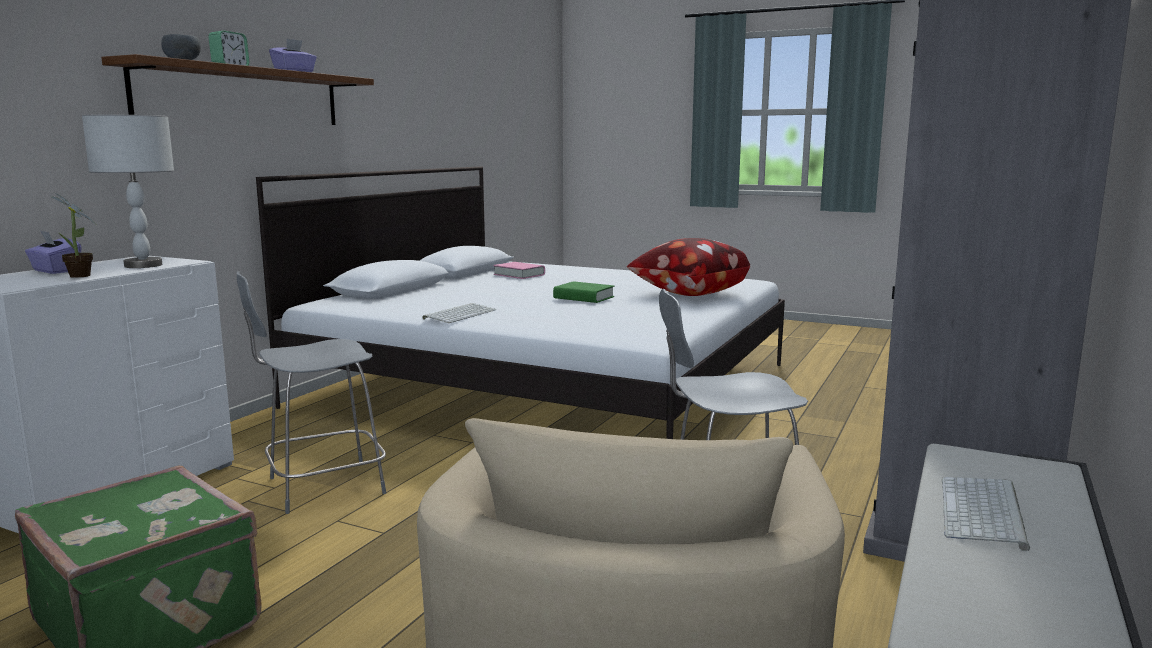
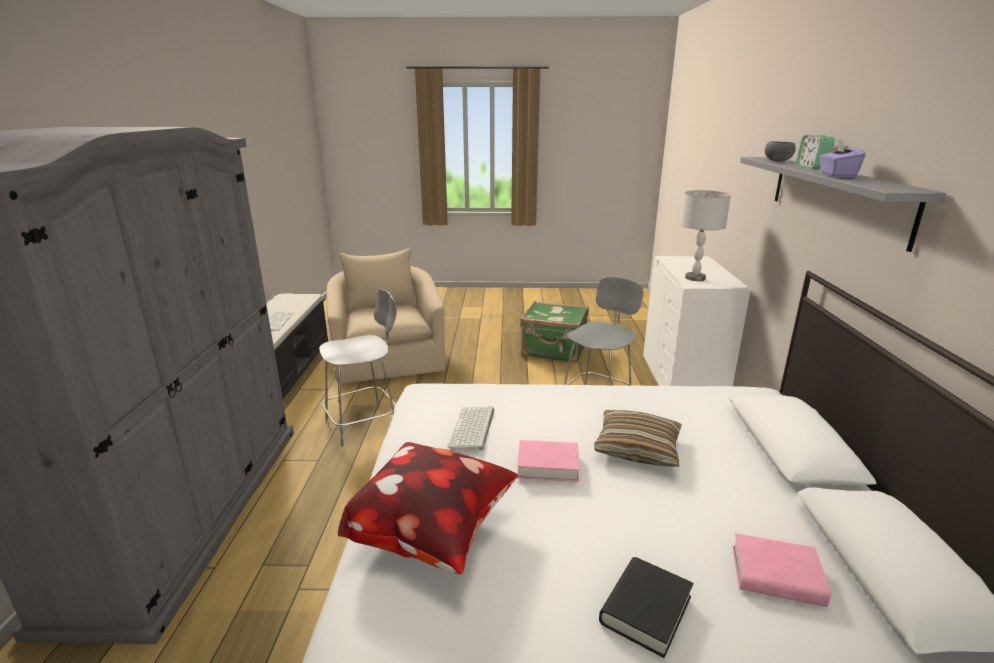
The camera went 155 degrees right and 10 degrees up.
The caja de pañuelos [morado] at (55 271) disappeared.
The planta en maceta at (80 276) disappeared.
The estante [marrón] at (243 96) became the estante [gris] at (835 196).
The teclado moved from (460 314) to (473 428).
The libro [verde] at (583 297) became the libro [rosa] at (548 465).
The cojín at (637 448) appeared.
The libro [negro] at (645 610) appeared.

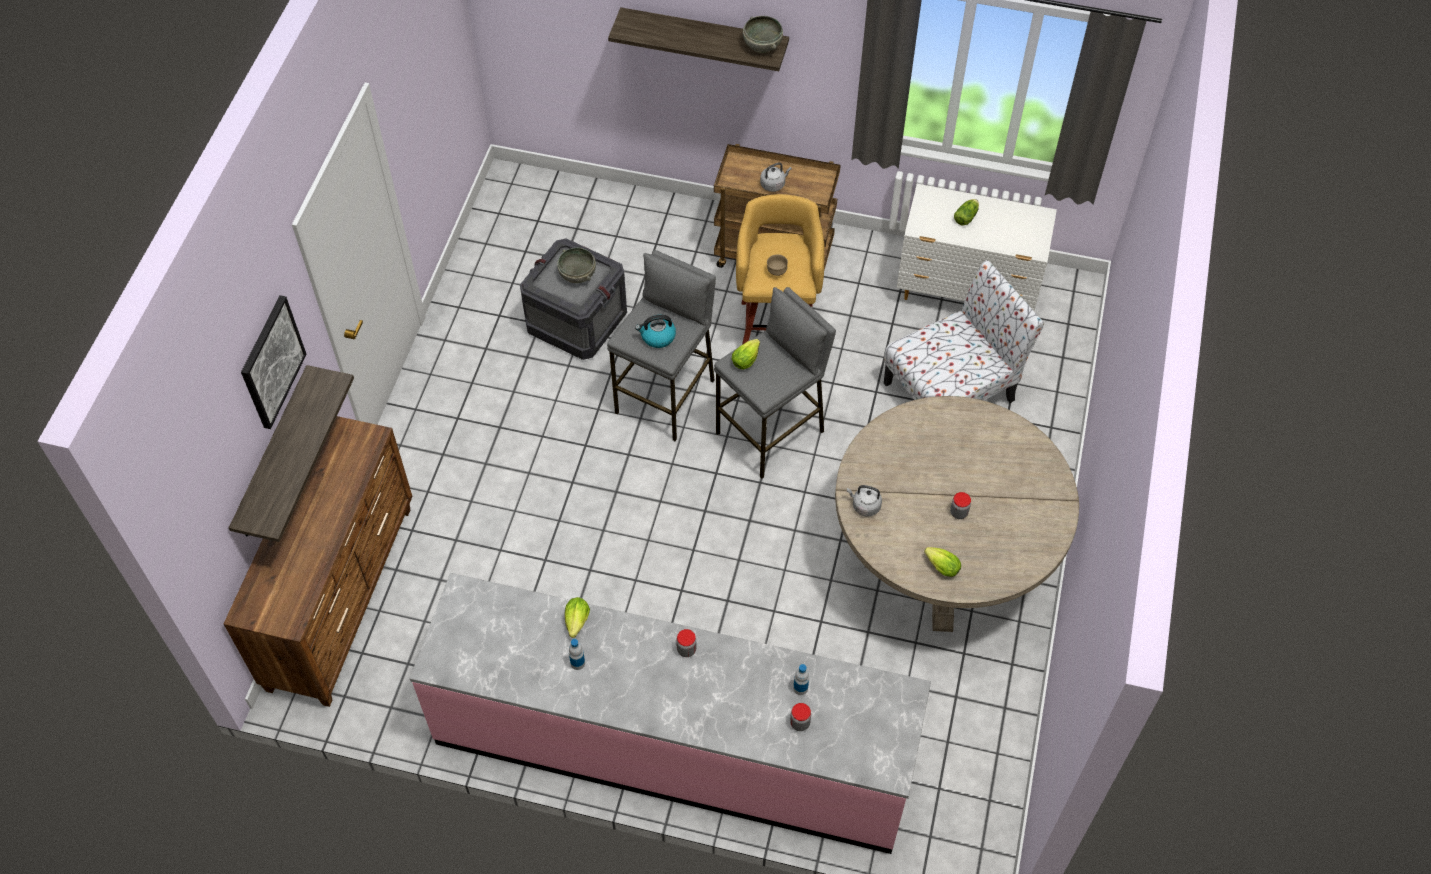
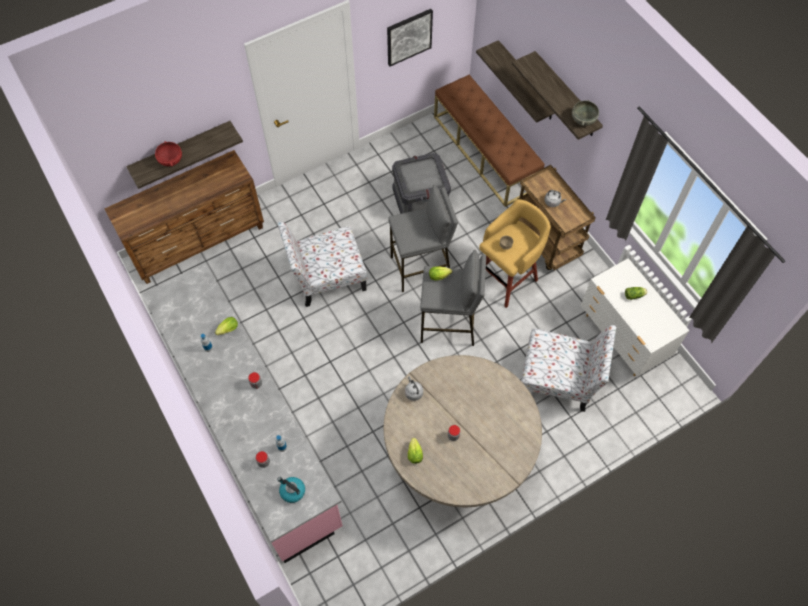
The camera went 45 degrees right and 5 degrees up.
The cuadro moved from (271 362) to (409 36).
The cuenco [gris] at (578 274) disappeared.
The hervidor moved from (657 337) to (292 491).
The cuenco [rojo] at (170 160) appeared.
The silla at (326 277) appeared.
The banco [marrón] at (485 152) appeared.
The estante at (527 82) appeared.

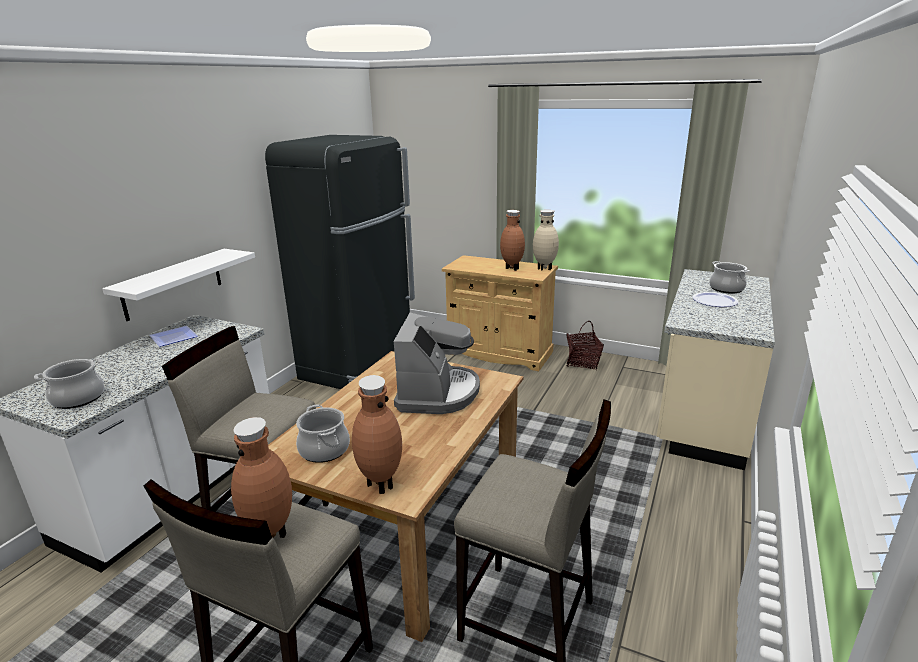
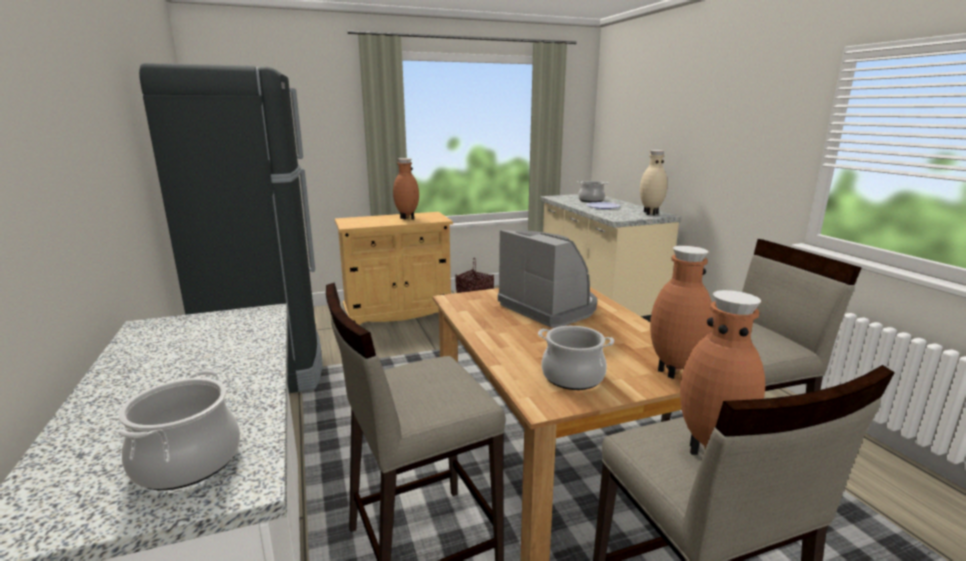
The camera went 45 degrees left and 5 degrees down.
The estante [blanco] at (173 283) disappeared.
The plato at (175 338) disappeared.
The florero [beis] moved from (544 268) to (650 213).

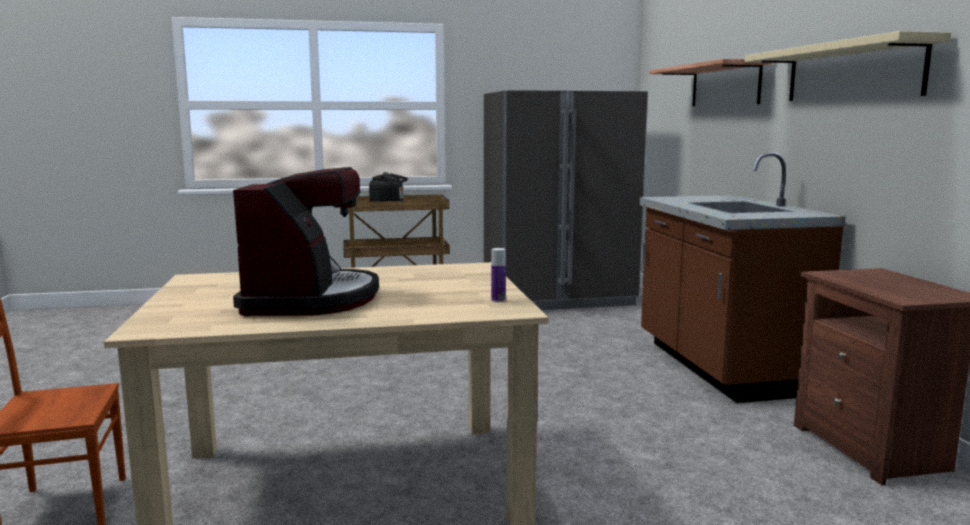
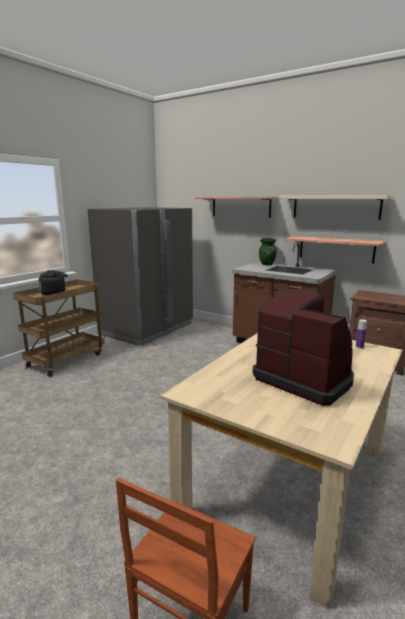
The camera went 45 degrees left and 5 degrees up.
The florero [verde] at (267 264) appeared.
The estante at (336 249) appeared.

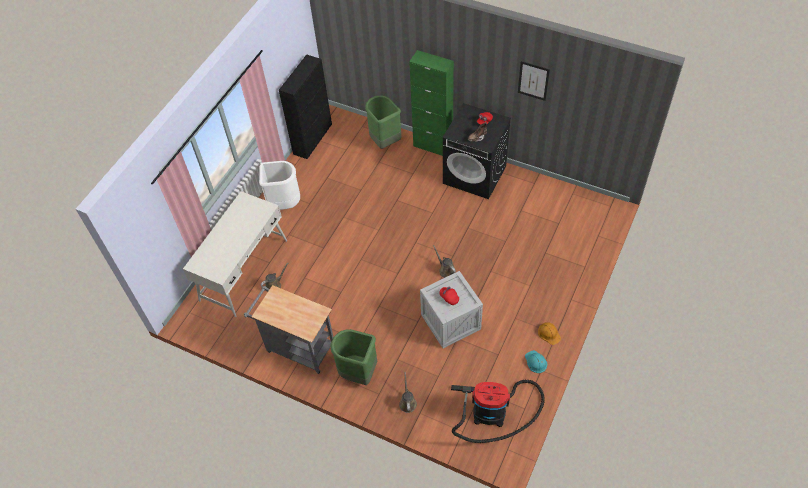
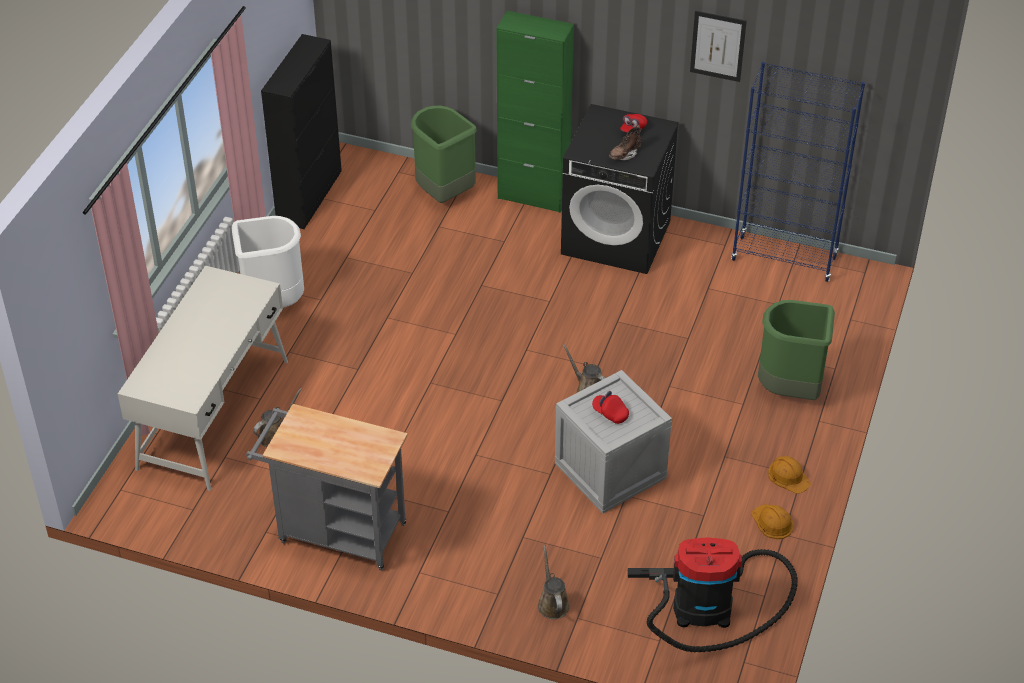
The camera went 10 degrees left and 10 degrees down.
The papelera [verde] moved from (358 373) to (790 390).
The casco [turquesa] at (536 362) became the casco [naranja] at (772 522).
The estantería [azul] at (784 259) appeared.

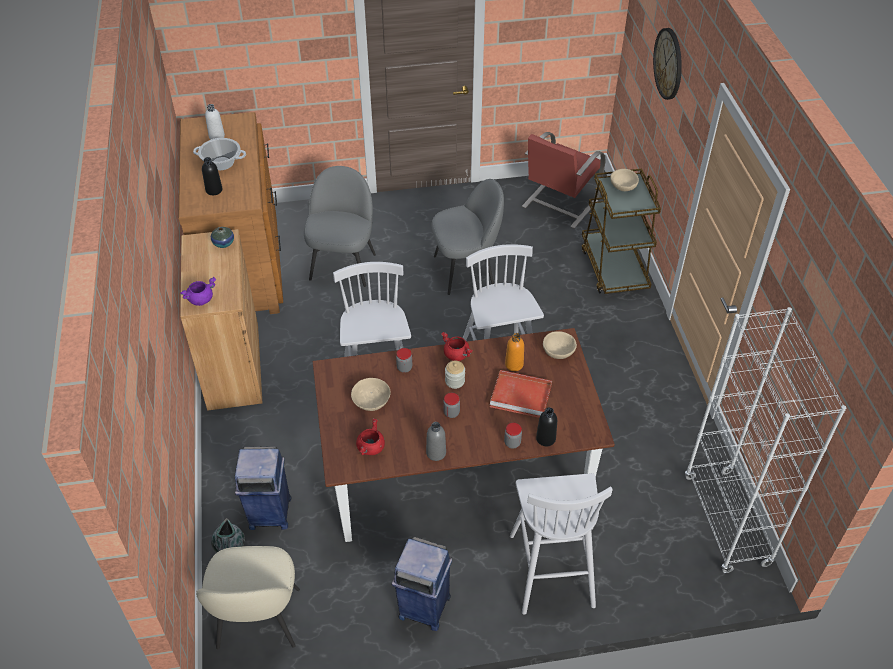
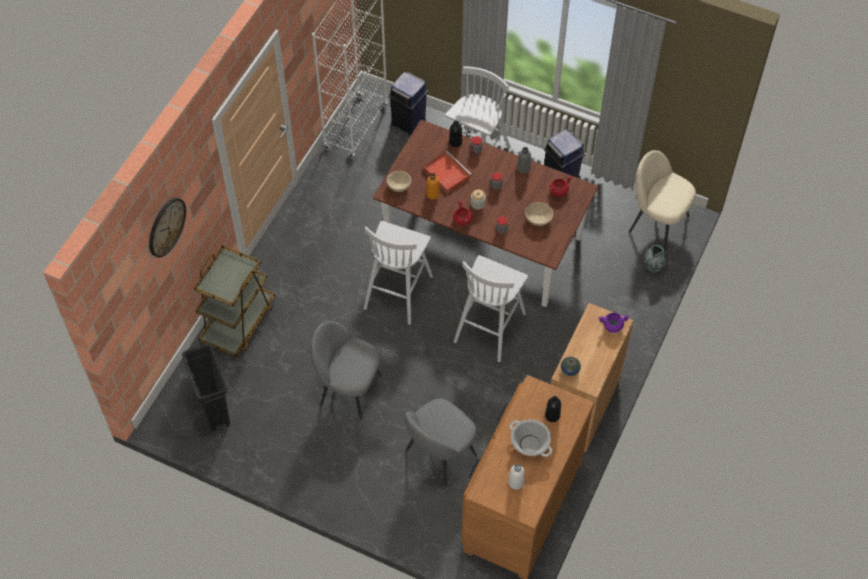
The camera went 145 degrees left and 10 degrees up.
The silla [beis] at (258 621) turned 90 degrees counterclockwise.
The papelera [azul] moved from (269 513) to (409 122).
The silla [rojo] at (559 204) was replaced by the papelera [negro] at (215 410).
The cuenco [beis] at (622 187) disappeared.

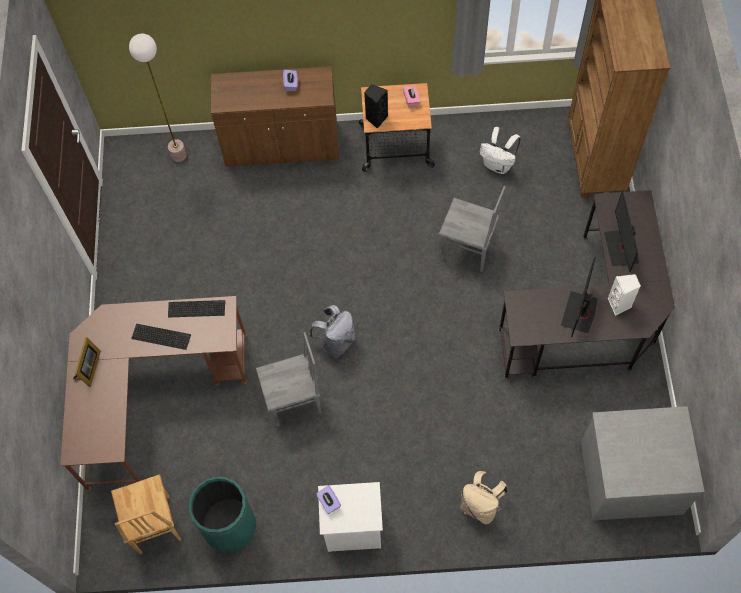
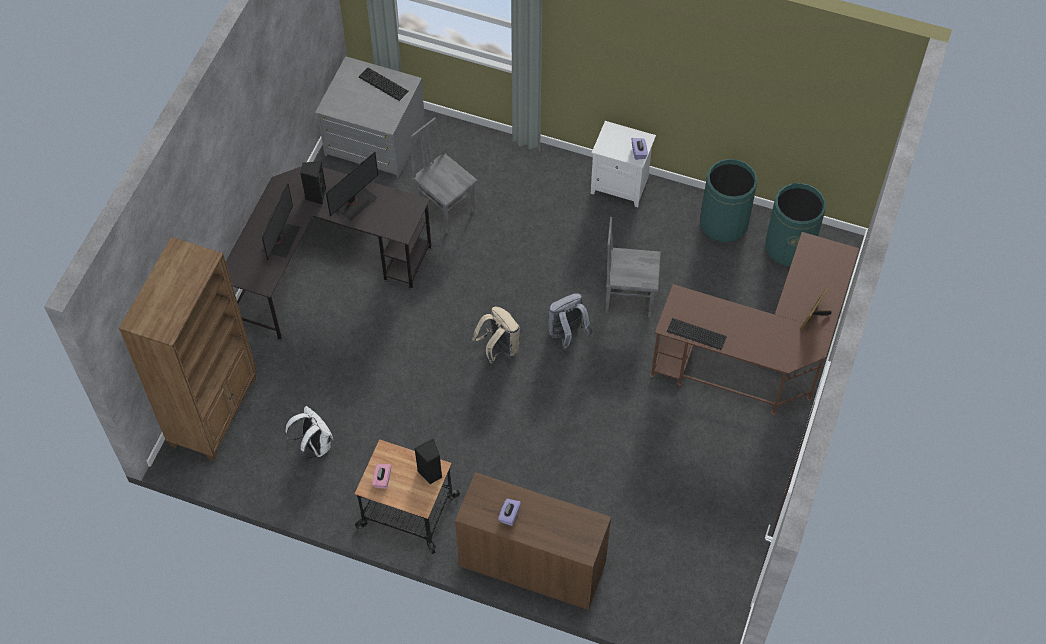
The camera went 160 degrees left and 5 degrees down.
The silla [marrón] at (154 525) was replaced by the papelera [verde] at (789 247).
The lámpara de pie at (178 155) disappeared.
The teclado moved from (160 335) to (383 85).
The silla [gris] moved from (468 250) to (446 208).
The mochila [beis] moved from (480 505) to (499 348).
The altavoz [blanco] at (619 304) became the altavoz [negro] at (316 195).

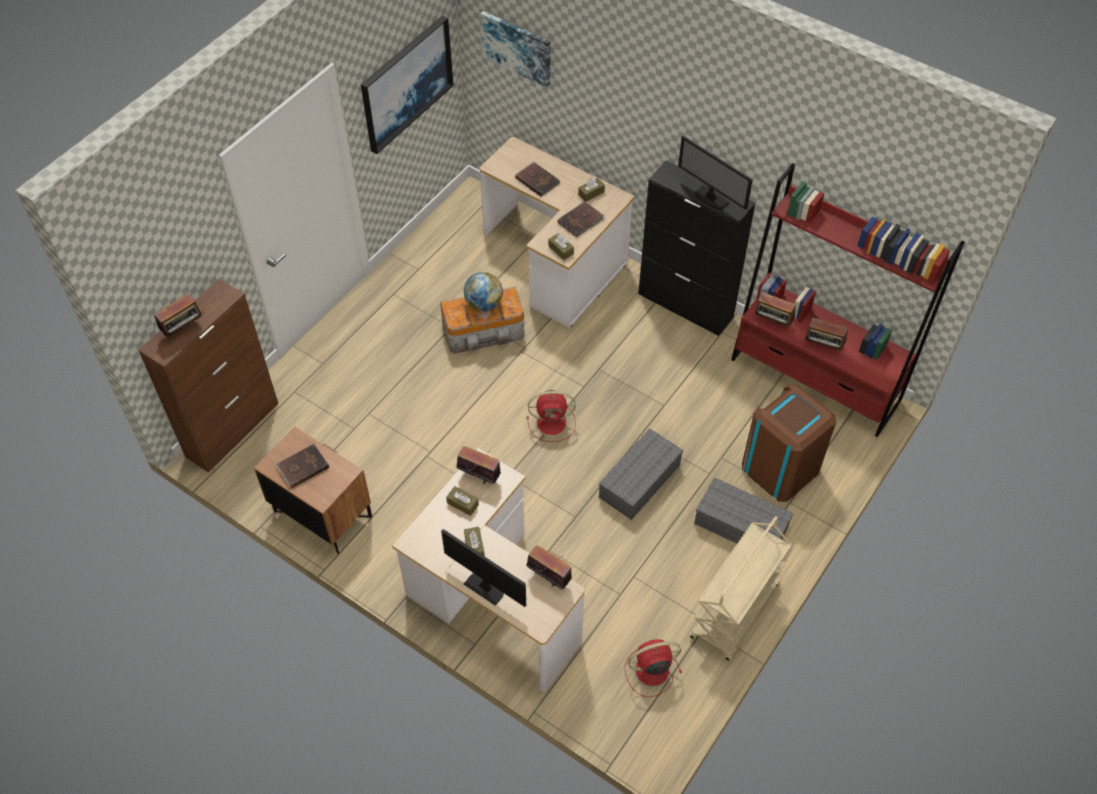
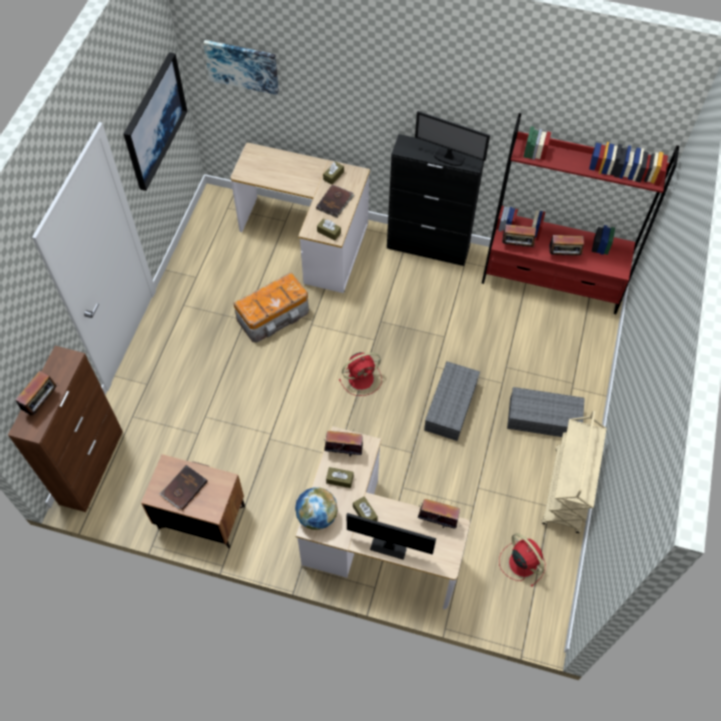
The camera went 20 degrees left and 5 degrees up.
The globo terráqueo moved from (483 304) to (316 516).
The libro [marrón] at (537 180) disappeared.
The ventilador [rojo] at (650 671) turned 90 degrees clockwise.
The papelera [marrón] at (780 469) disappeared.

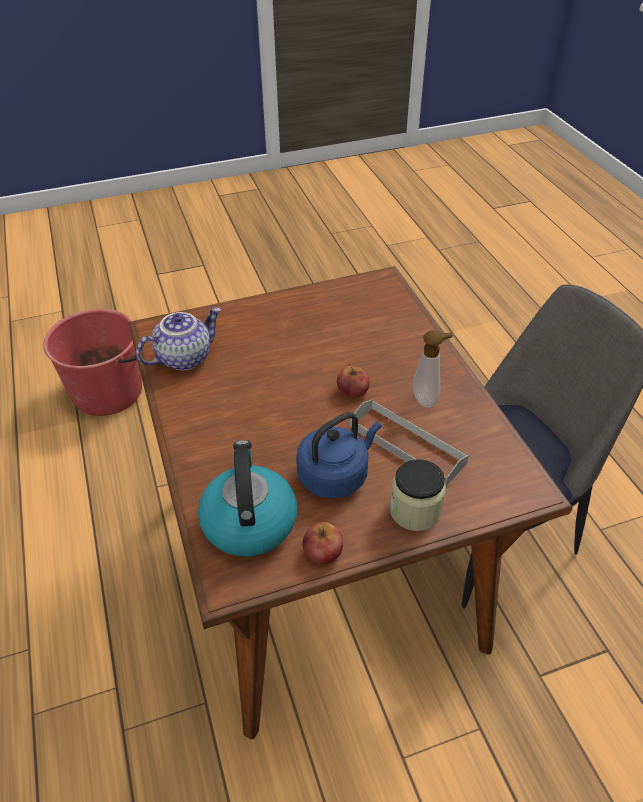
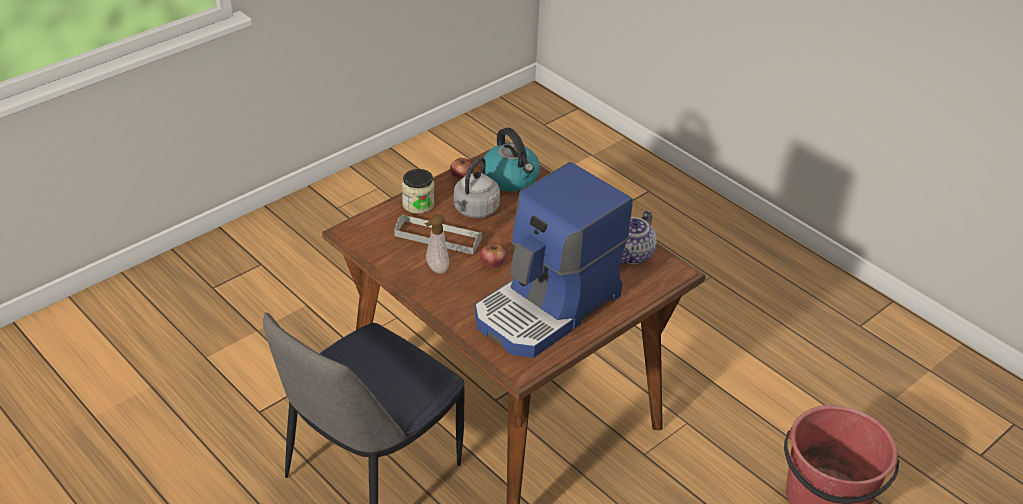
The camera went 155 degrees right and 5 degrees down.
The hervidor [azul] at (336 475) became the hervidor [gris] at (474 210).
The cafetera at (548 308) appeared.

